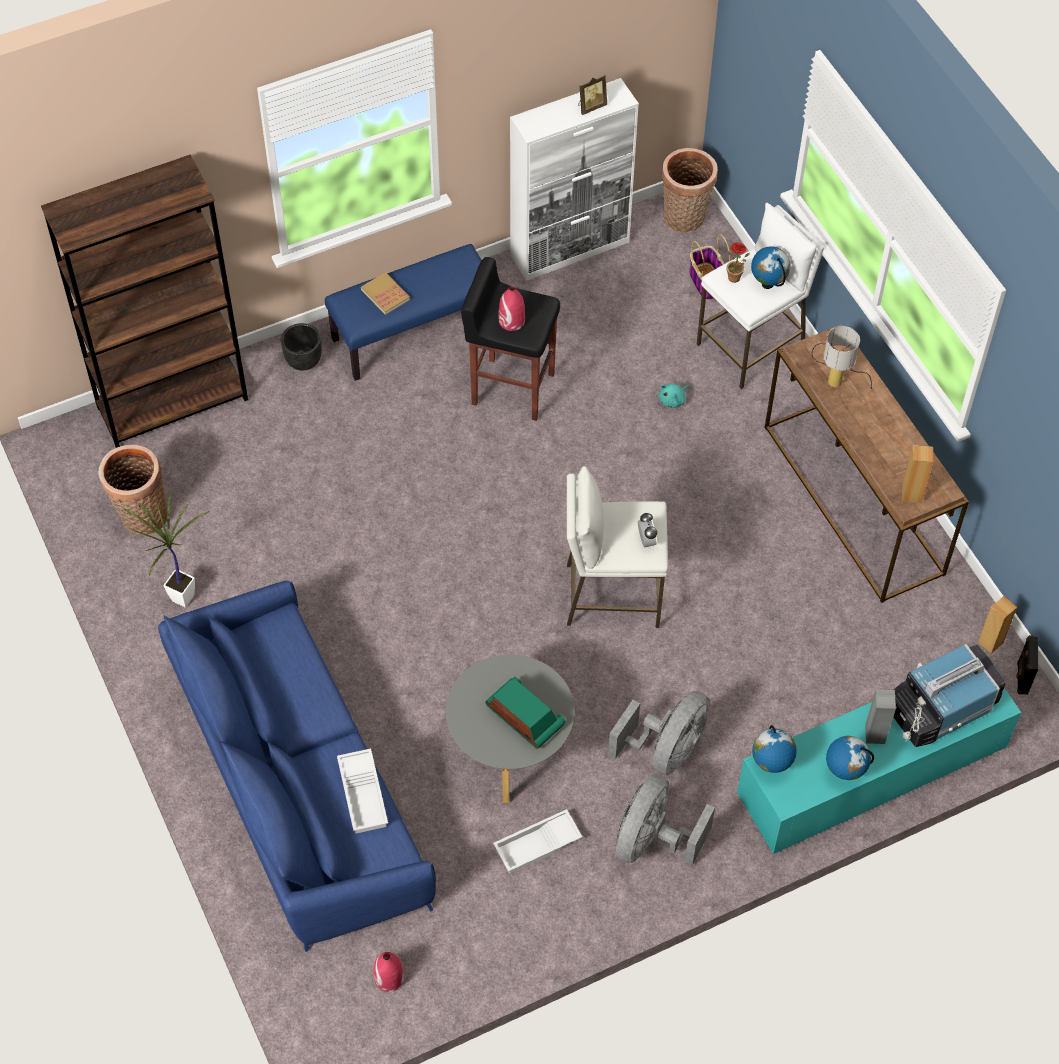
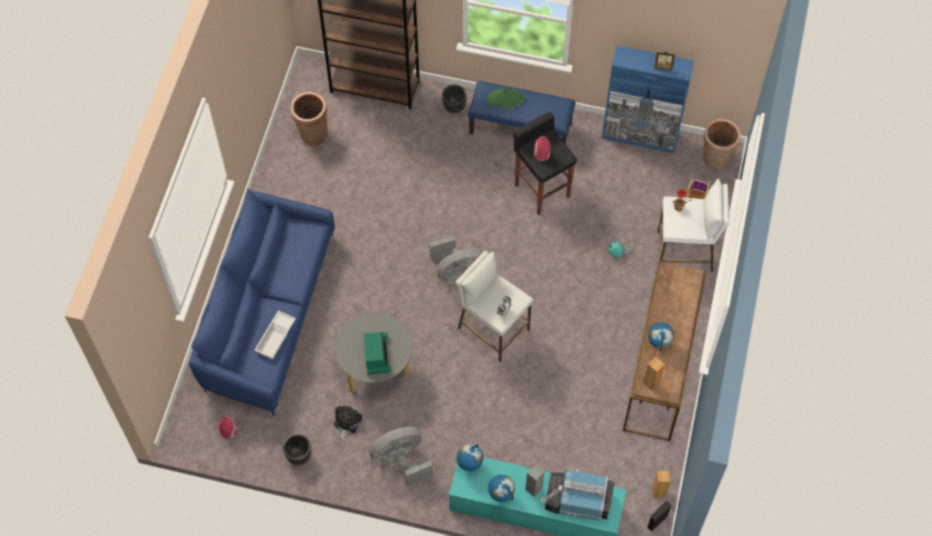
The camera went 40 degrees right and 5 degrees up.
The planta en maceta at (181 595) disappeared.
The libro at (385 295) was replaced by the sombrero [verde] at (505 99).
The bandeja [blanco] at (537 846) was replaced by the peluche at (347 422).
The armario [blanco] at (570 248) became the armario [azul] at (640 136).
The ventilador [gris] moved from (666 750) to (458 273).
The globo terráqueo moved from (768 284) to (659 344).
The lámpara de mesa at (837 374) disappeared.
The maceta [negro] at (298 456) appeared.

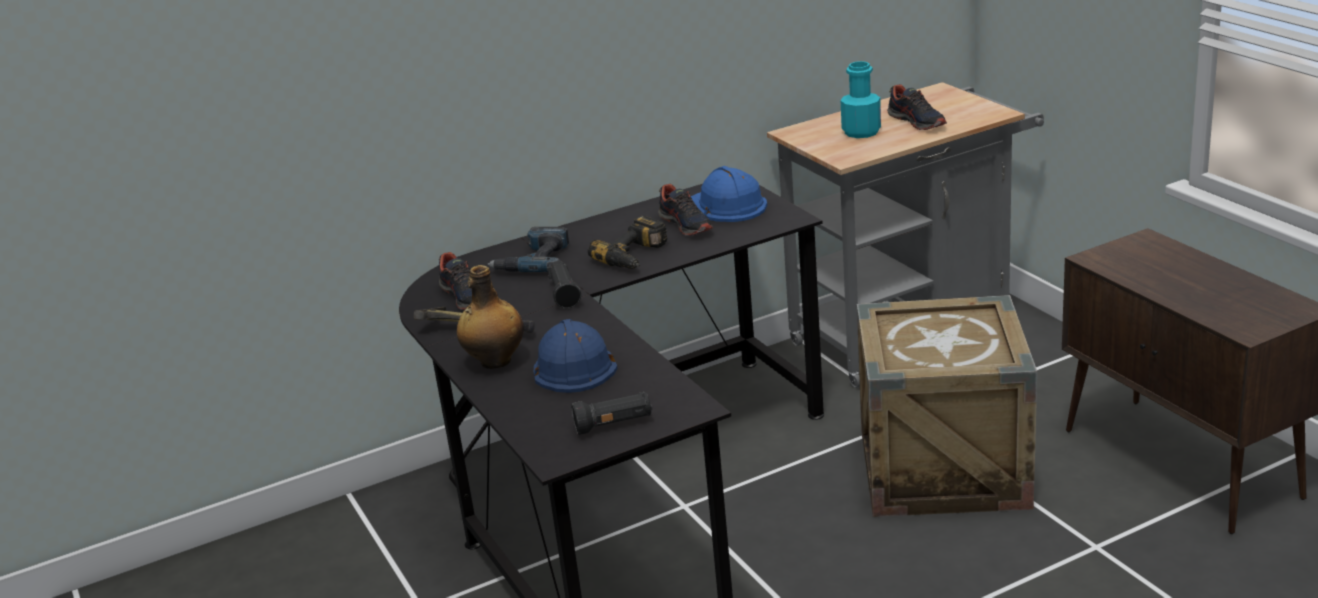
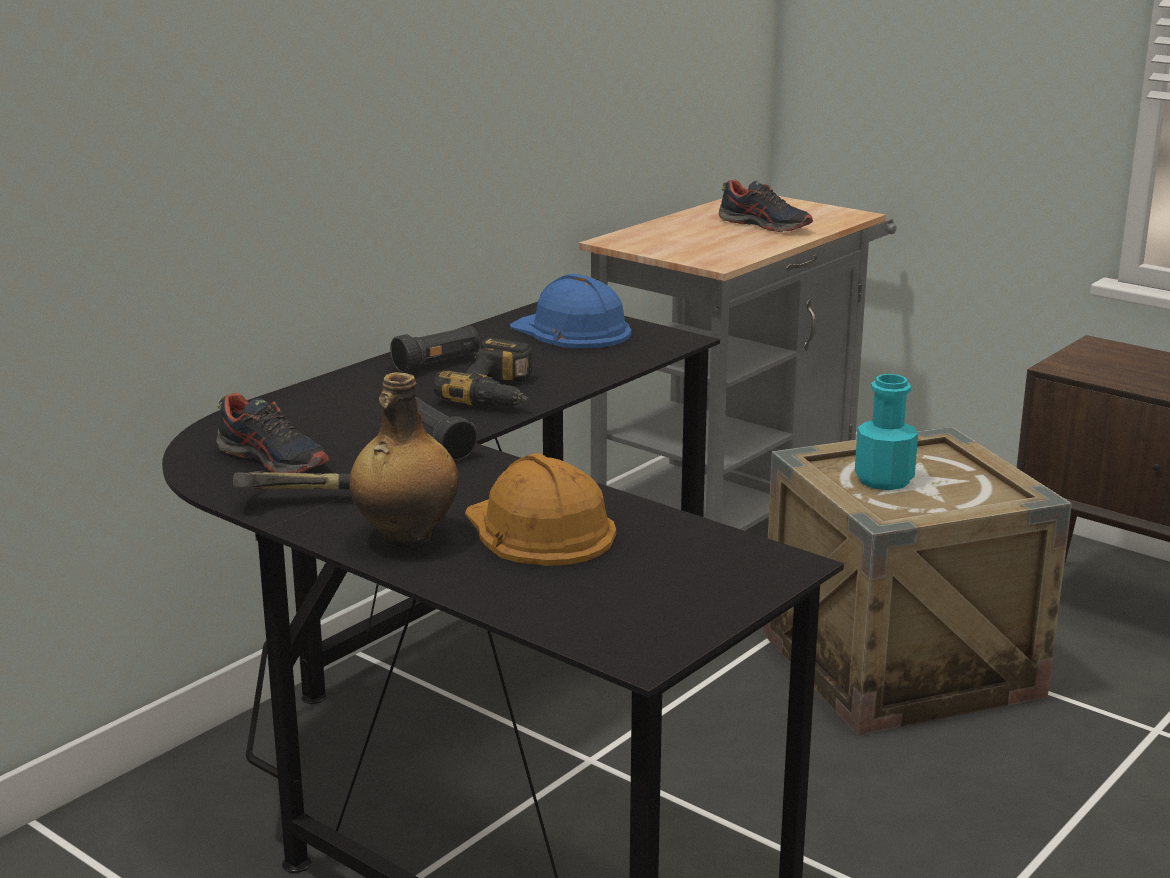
The camera went 25 degrees left and 5 degrees down.
The taladro at (534 260) disappeared.
The casco [azul] at (572 365) became the casco [naranja] at (538 529).
The linterna [negro] moved from (614 425) to (437 364).
The zapato at (686 224) disappeared.
The botella [turquesa] moved from (861 132) to (883 480).

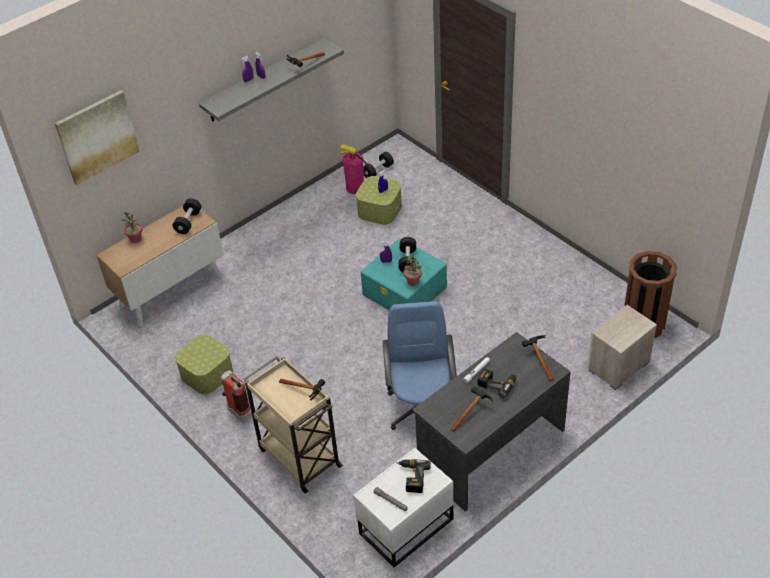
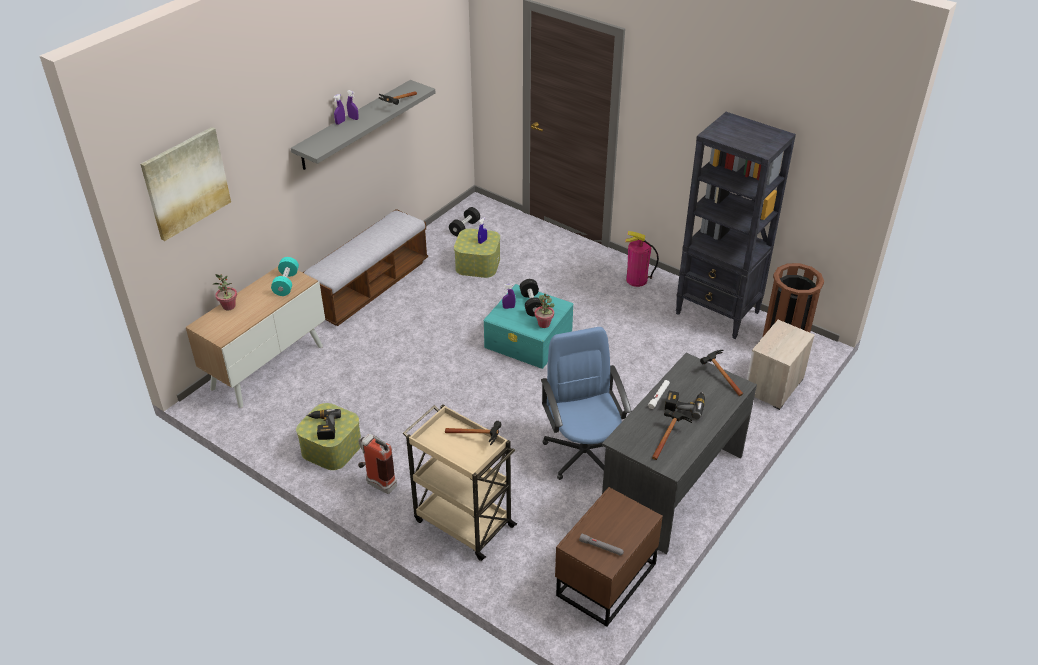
The camera went 15 degrees left and 5 degrees down.
The mancuerna [negro] at (188 222) became the mancuerna [turquesa] at (286 283).
The extintor moved from (355 187) to (636 280).
The mesita de noche [blanco] at (404 526) became the mesita de noche [marrón] at (604 579).
The taladro moved from (412 477) to (323 427).
The banco at (369 287) appeared.
The estantería [negro] at (718 313) appeared.

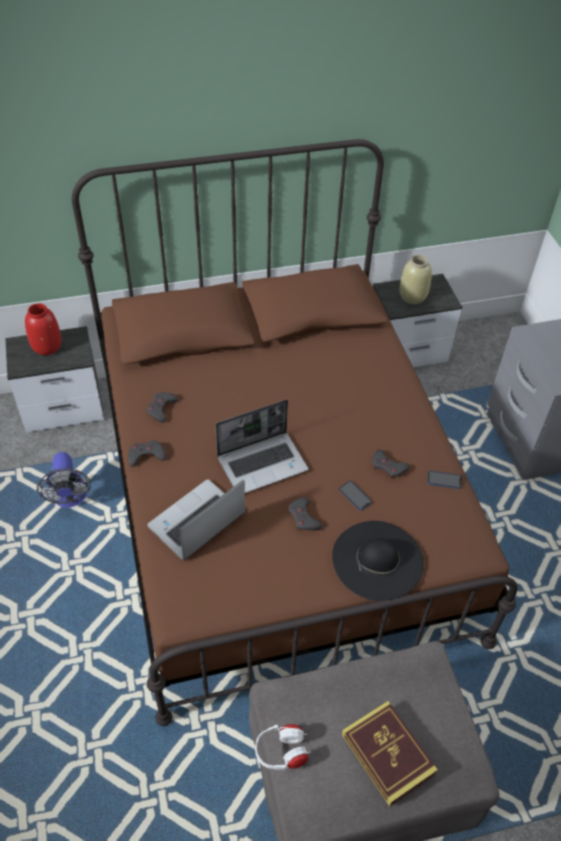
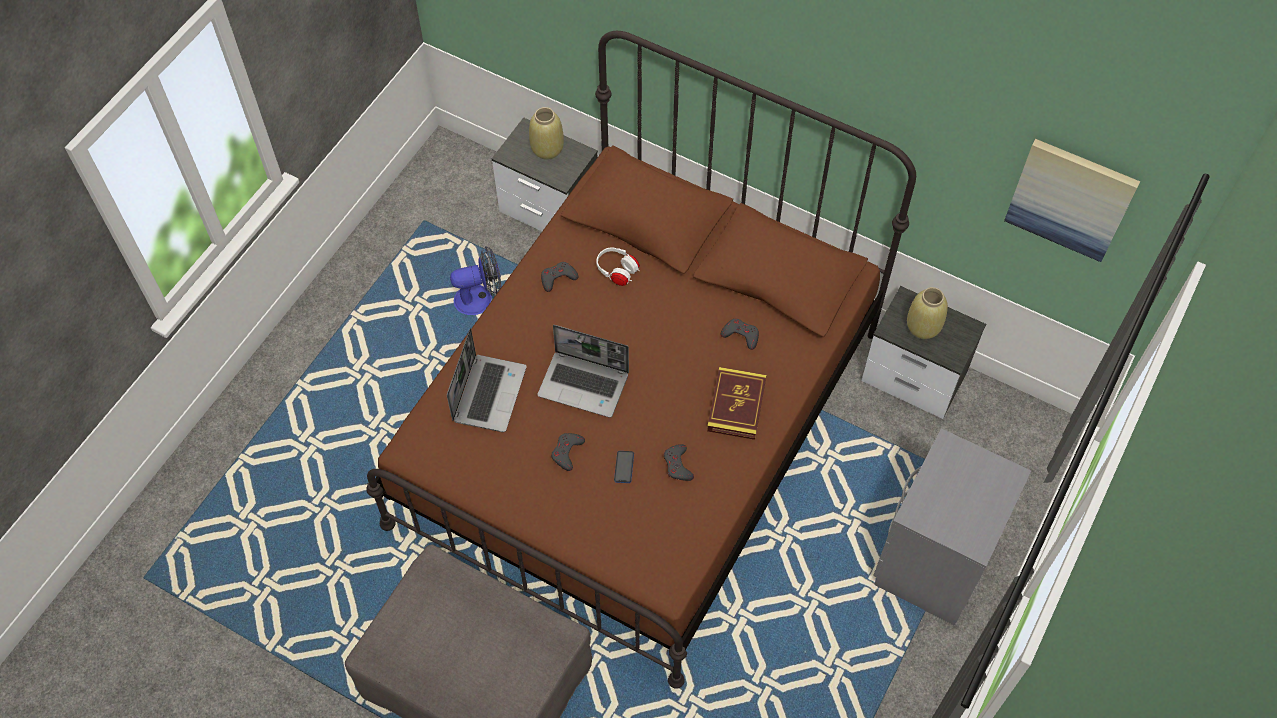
The camera went 45 degrees right and 10 degrees up.
The florero [rojo] at (46 347) became the florero [beis] at (546 149).
The ventilador at (70 499) turned 135 degrees counterclockwise.
The mando de consola [gris] moved from (146 455) to (741 335).
The portátil at (196 522) turned 105 degrees clockwise.
The auriculares [blanco] moved from (282 752) to (617 272).
The sombrero [negro] at (377 559) disappeared.
The libro moved from (388 754) to (736 405).
The móvil at (444 480) disappeared.
The cuadro at (1070 198) appeared.

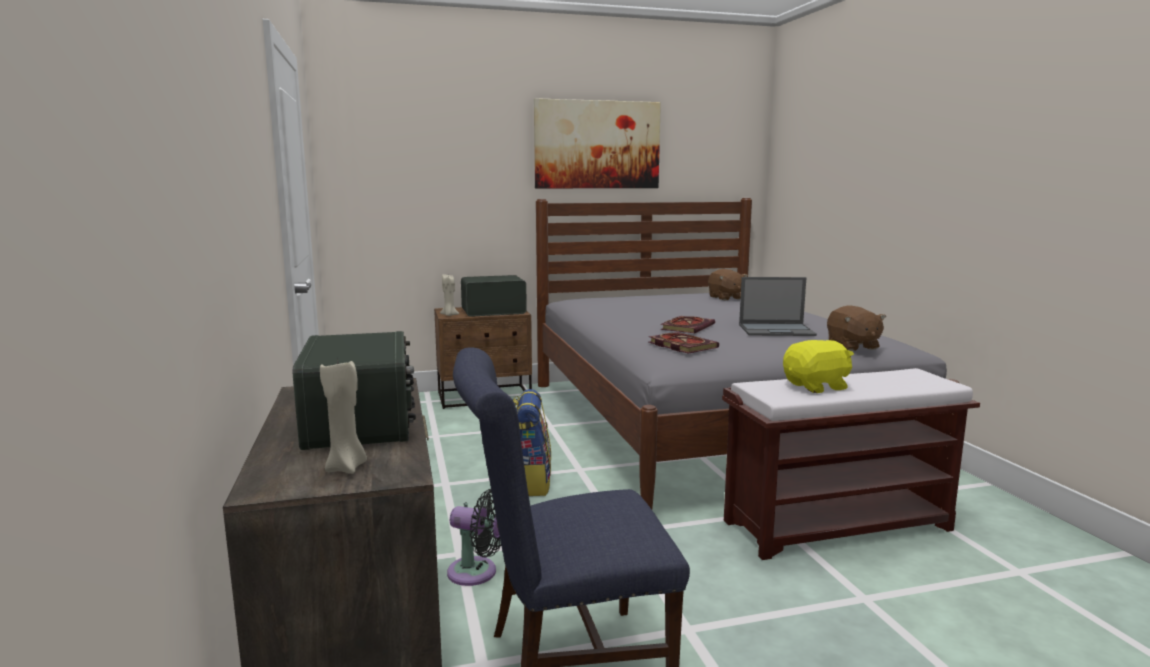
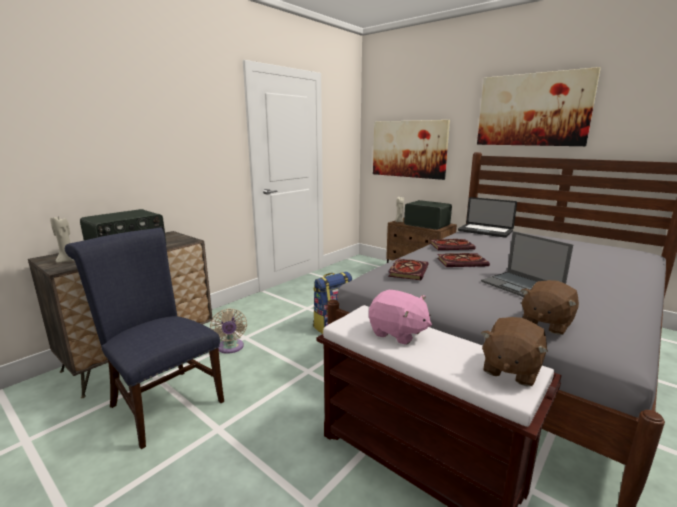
The camera went 55 degrees right and 5 degrees up.
The ventilador [negro] at (477 573) became the ventilador [beis] at (230 348).
The peluche [marrón] moved from (726 298) to (510 369).
The peluche [amarillo] at (817 386) became the peluche [rosa] at (398 333).
The cuadro at (409 149) appeared.
The libro at (452 246) appeared.
The portátil at (485 231) appeared.

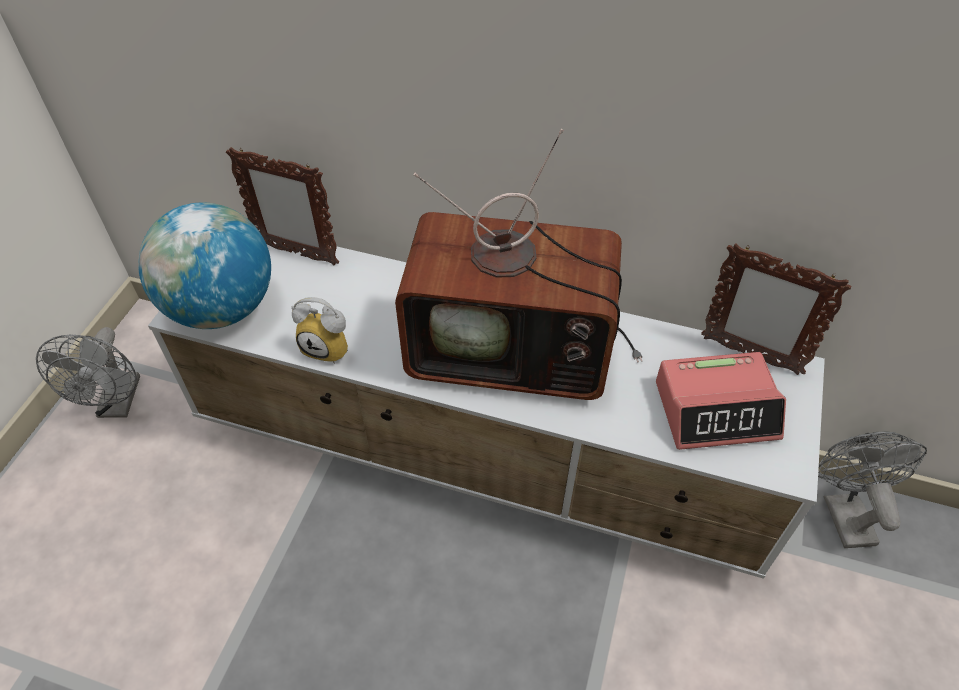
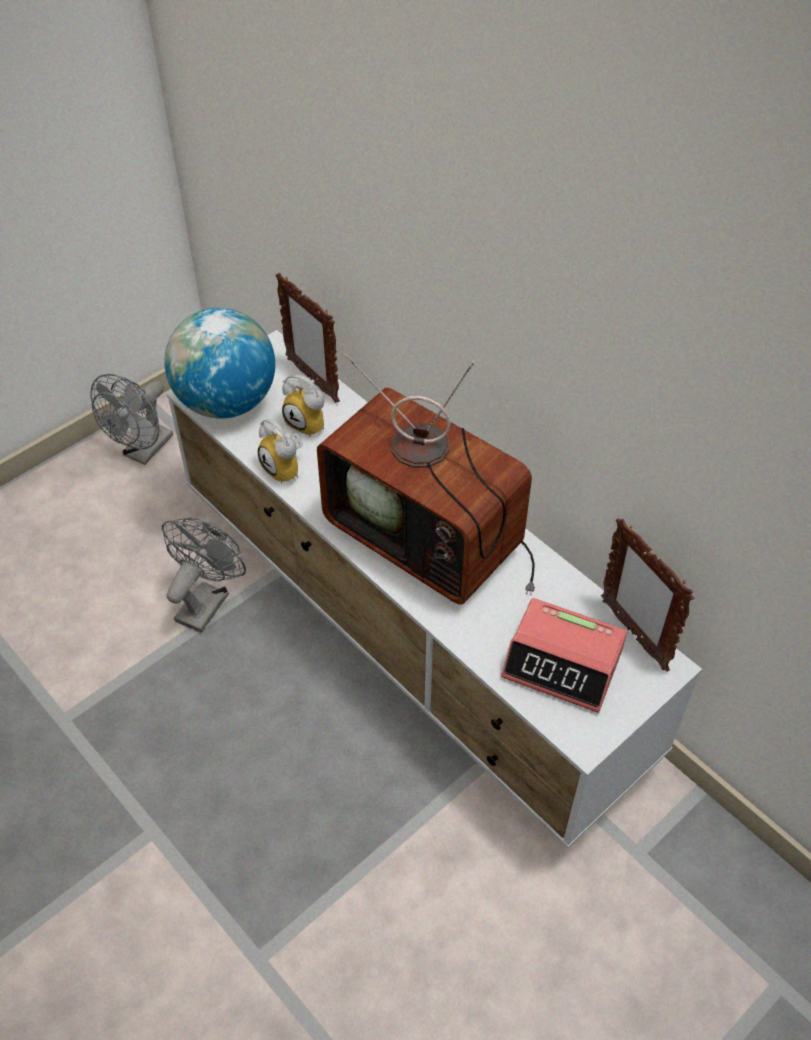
The camera went 30 degrees right and 0 degrees up.
The ventilador [gris] moved from (844 512) to (206 601).
The despertador at (310 423) appeared.

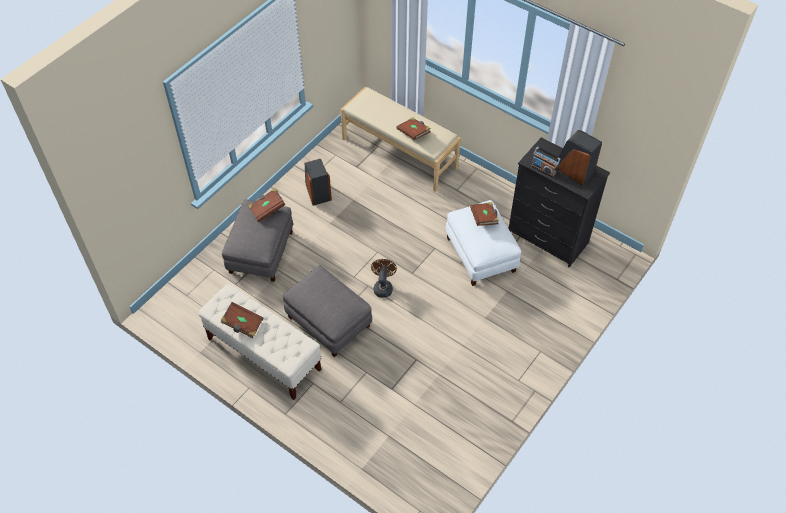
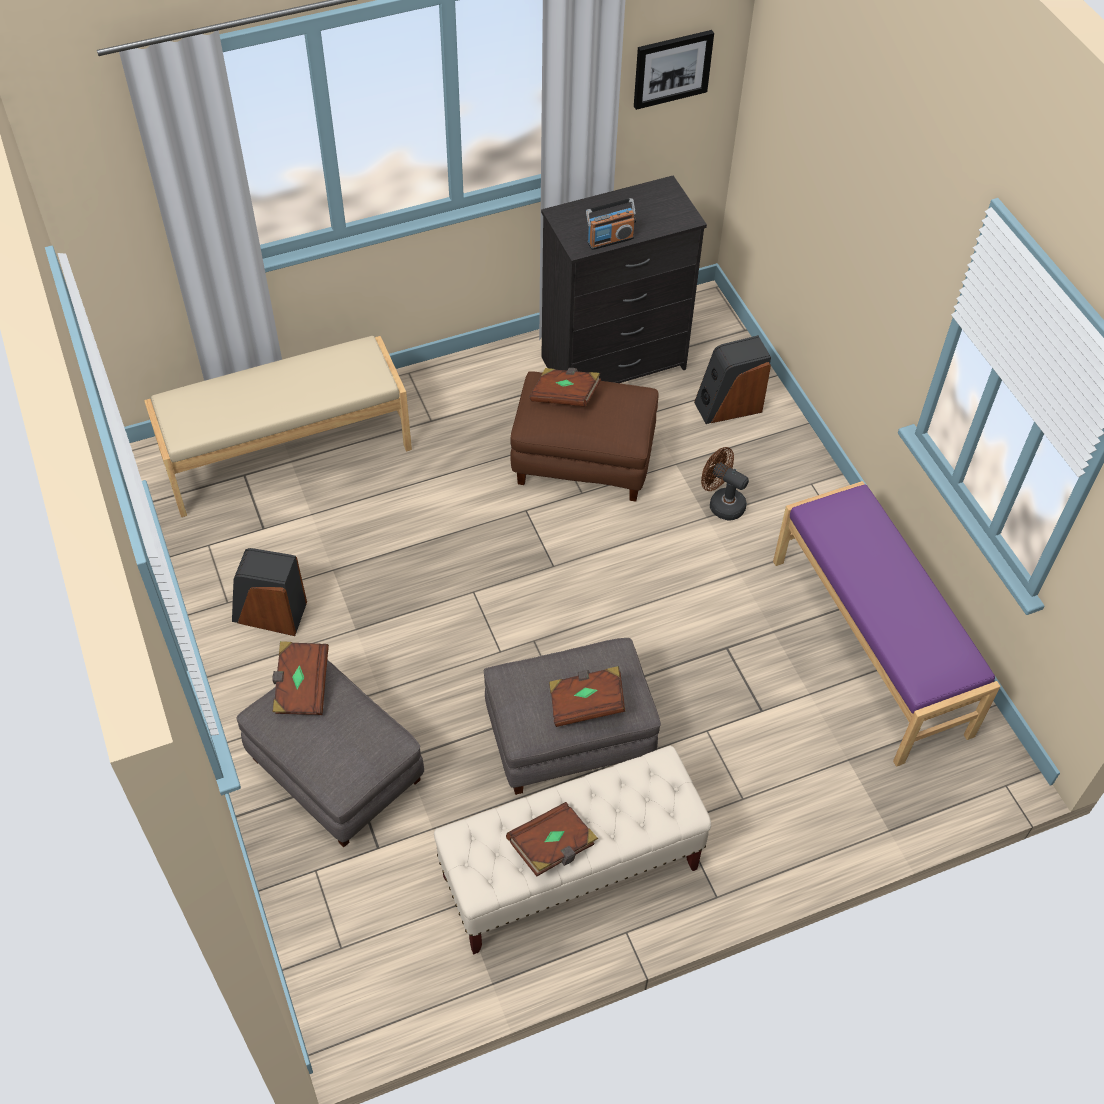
The camera went 60 degrees left and 0 degrees up.
The ventilador [marrón] moved from (383 287) to (721 503).
The libro [marrón] moved from (414 133) to (586 703).
The puf [blanco] at (481 254) became the puf [marrón] at (584 458).
The altavoz moved from (573 170) to (728 406).
The cuadro at (672 68) appeared.
The banco [morado] at (871 645) appeared.

